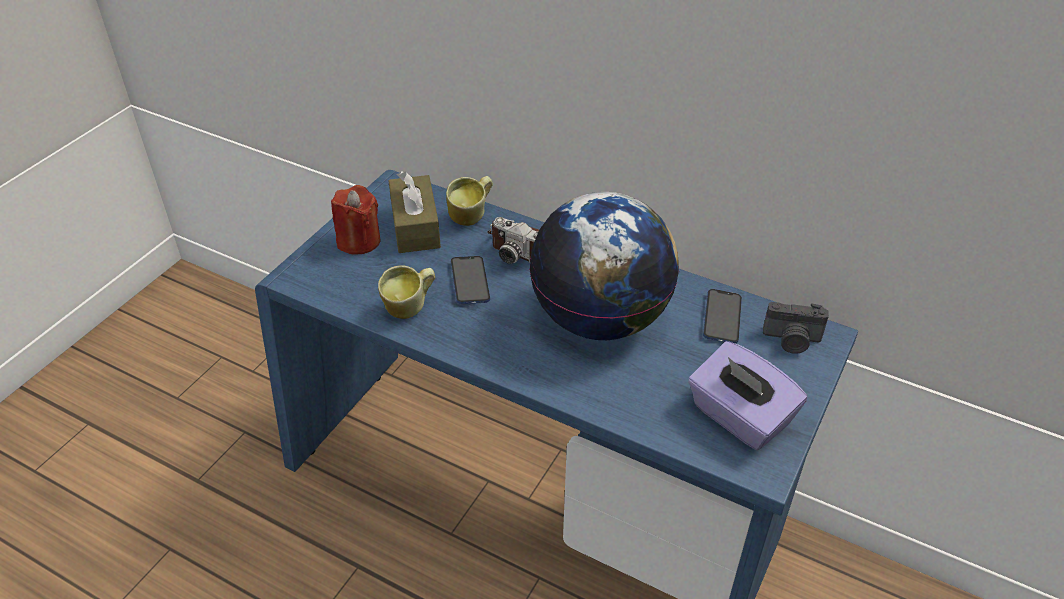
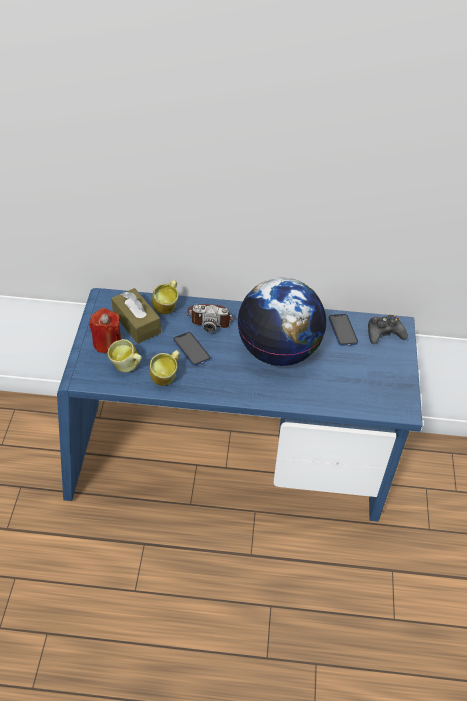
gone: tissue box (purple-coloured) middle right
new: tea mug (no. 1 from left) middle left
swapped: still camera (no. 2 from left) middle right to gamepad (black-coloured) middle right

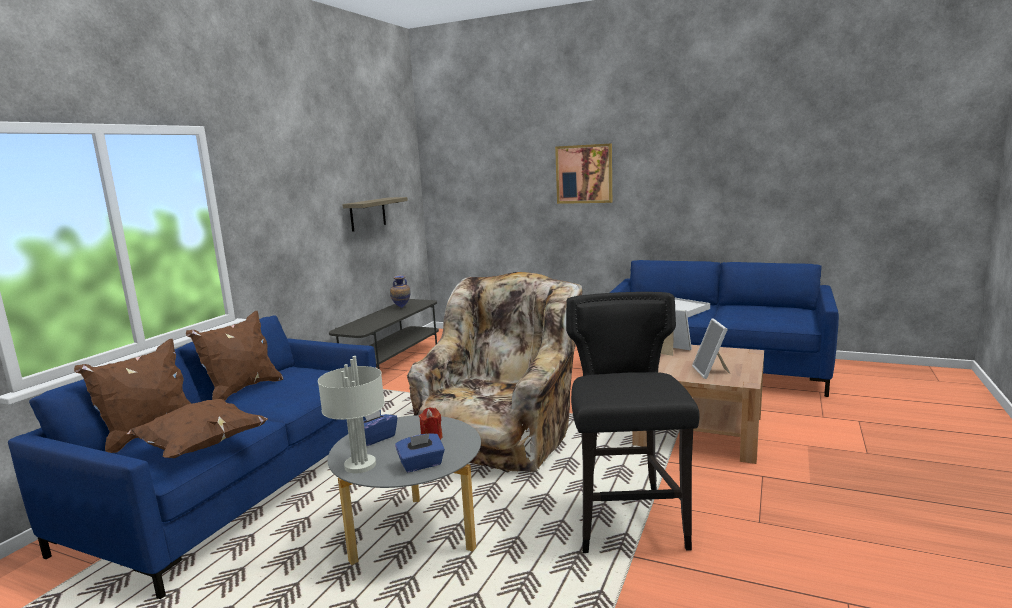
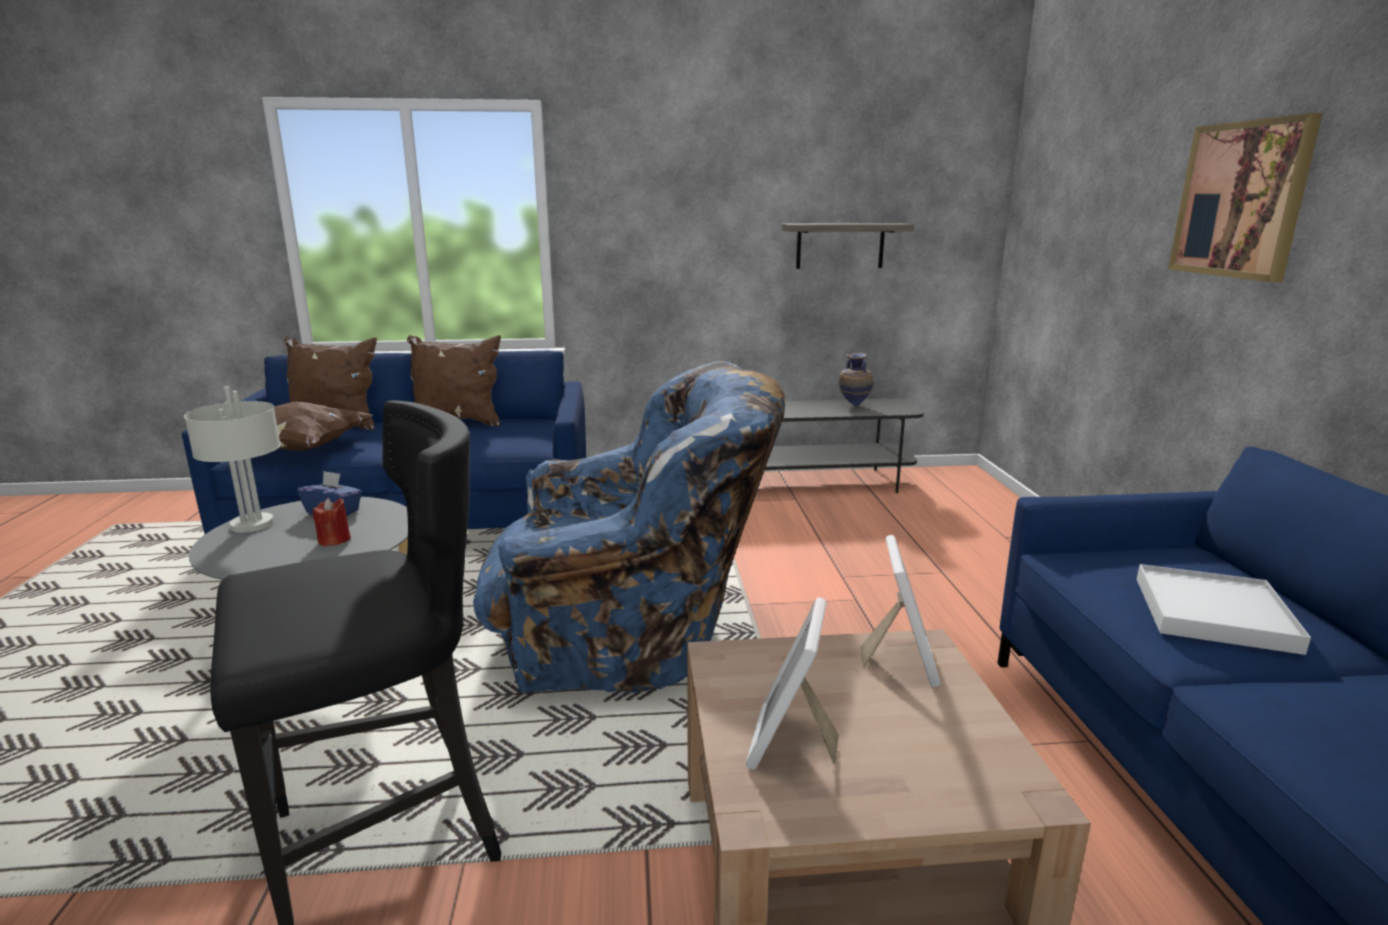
gone: tissue box (bluish) (no. 2 from left) bottom centre
repainted: lounge chair (beige-coloured) centre to lounge chair (bluish) centre
rotated: photo frame (no. 2 from left in the first image) middle right = bottom centre 45 degrees counterclockwise

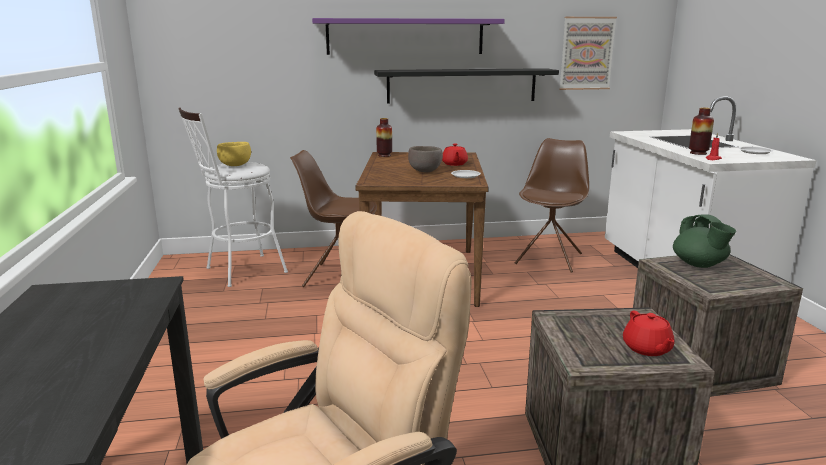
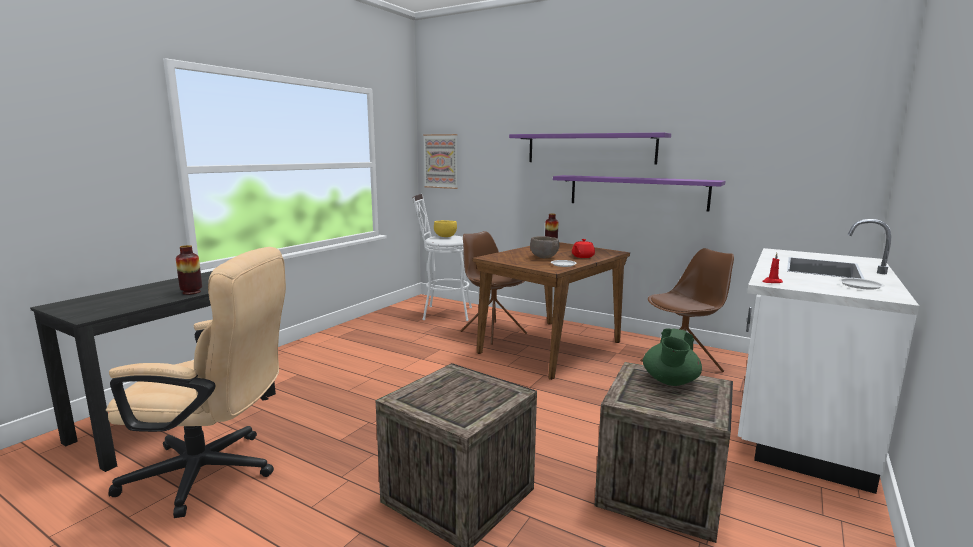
gone: tea pot (red-coloured) (no. 2 from left) bottom right
shifted: picture top right to top centre; decorative vase (no. 2 from left in the first image) top right to decorative vase (no. 1 from left) middle left
repainted: wall shelf (black-coloured) top centre to wall shelf (purple-coloured) (no. 2 from left) centre

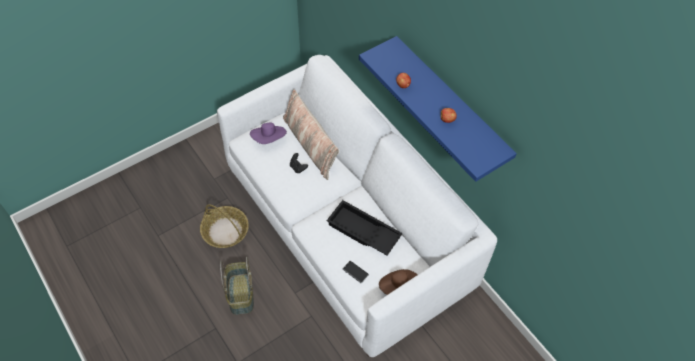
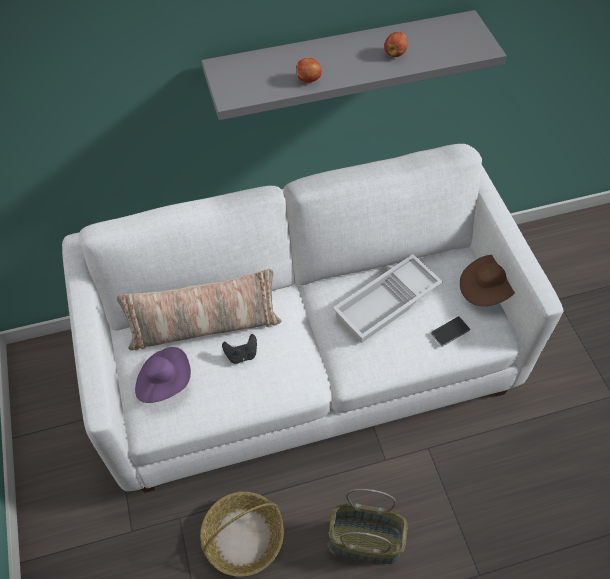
repainted: tray (black-coloured) centre to tray (white-coloured) centre; wall shelf (bluish) top centre to wall shelf (grey) top centre

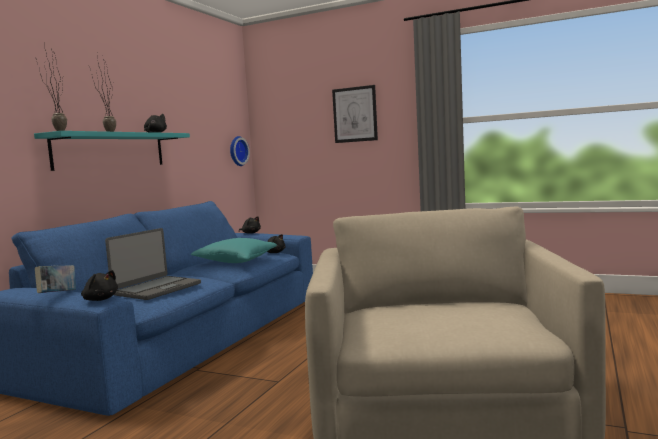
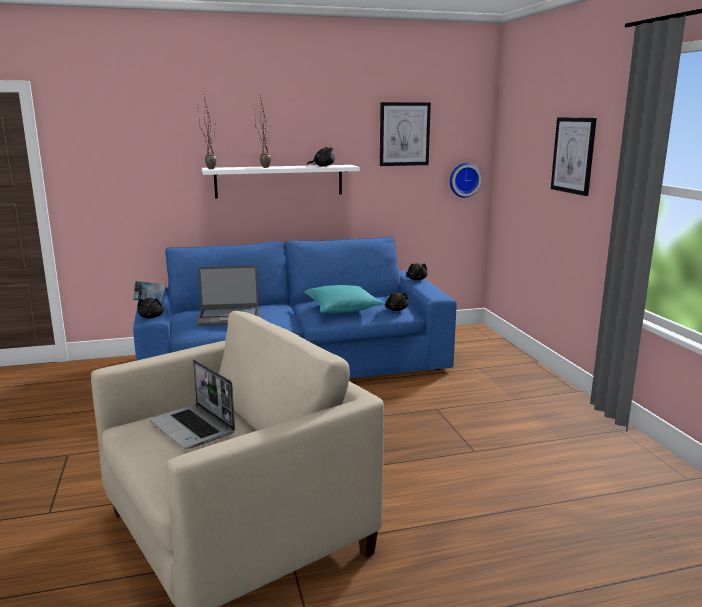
new: notebook computer (no. 1 from left) middle left; picture (no. 1 from left) top centre
repainted: wall shelf (turquoise) middle left to wall shelf (white-coloured) top centre

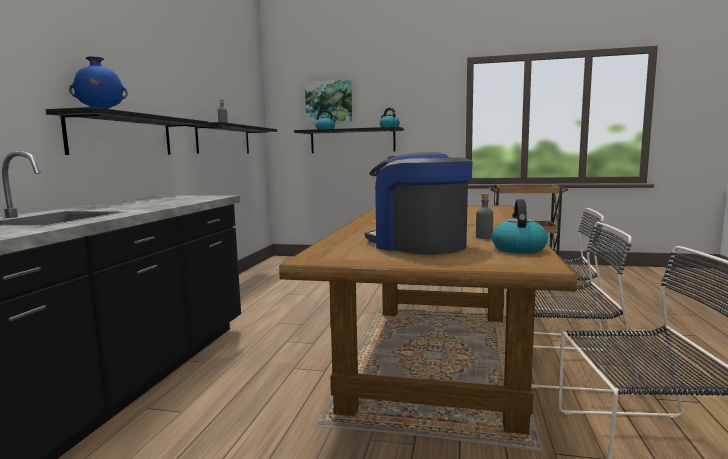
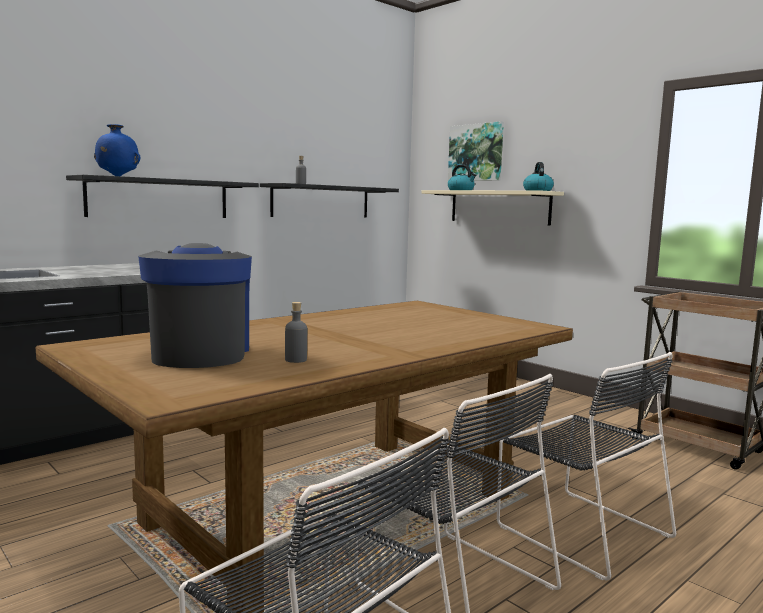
gone: water kettle (no. 3 from left) middle right
repainted: wall shelf (black-coloured) (no. 3 from left) top centre to wall shelf (beige-coloured) centre

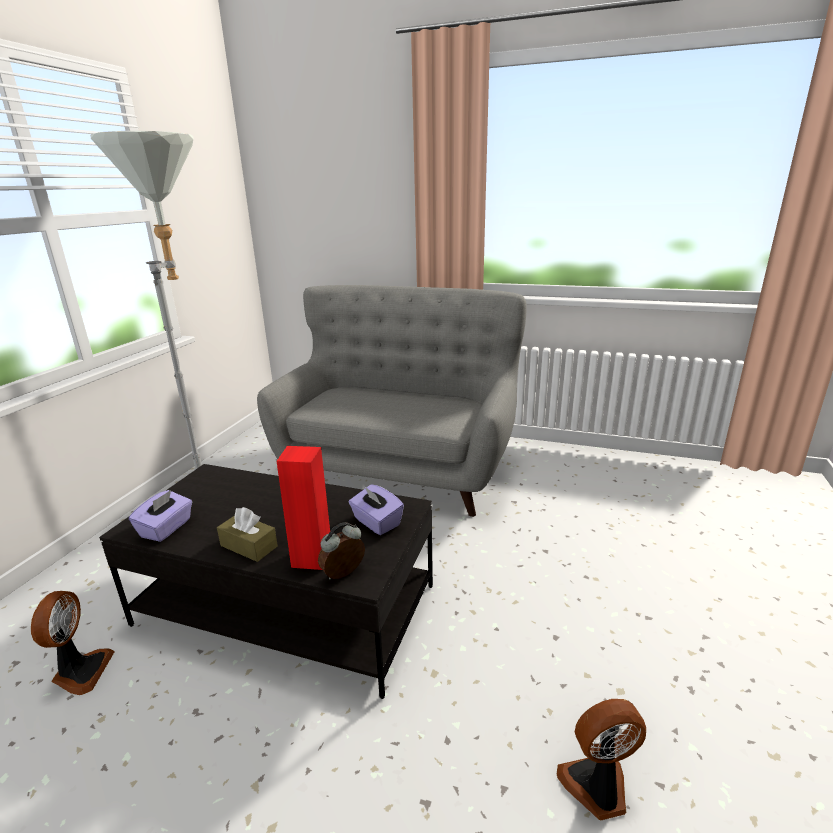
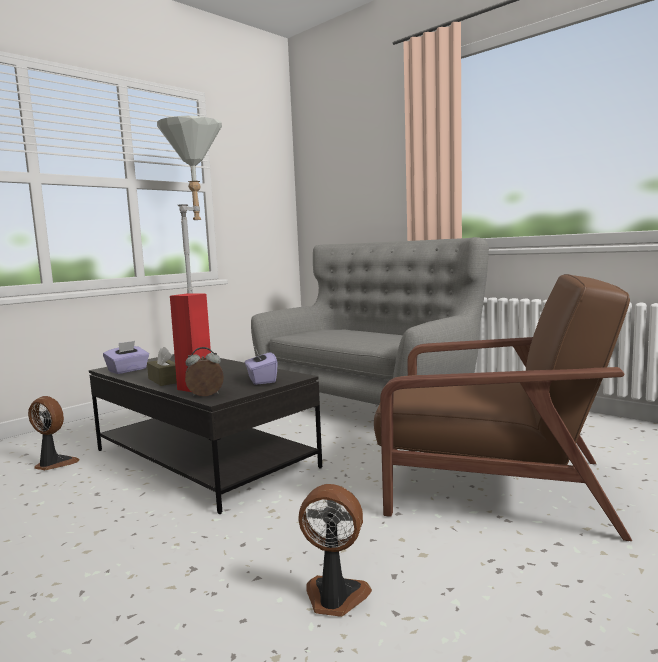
new: lounge chair (brownish) middle right
rotated: fan (no. 1 from left) bottom left = middle left 90 degrees counterclockwise

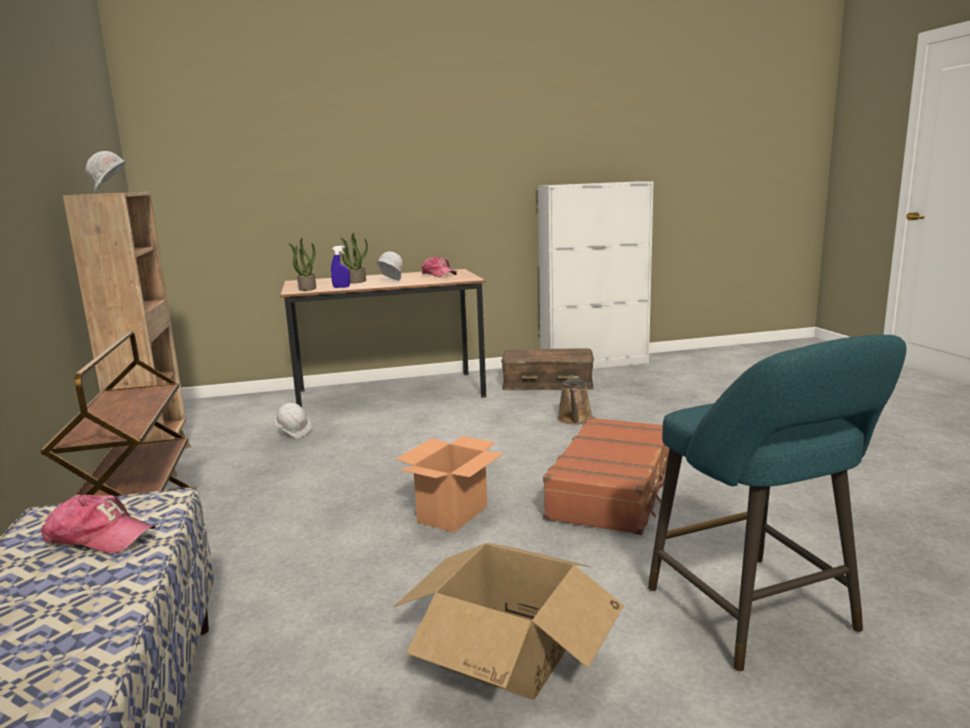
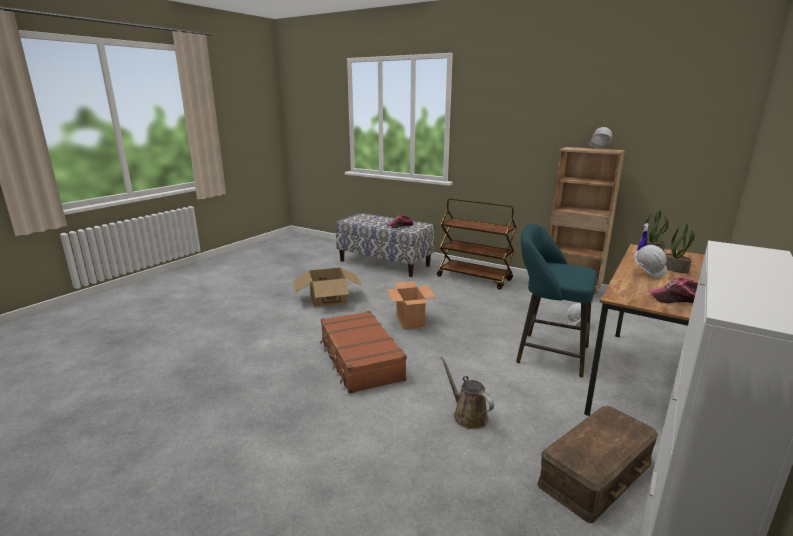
shifted: sitting stool (turquoise) bottom right to middle right

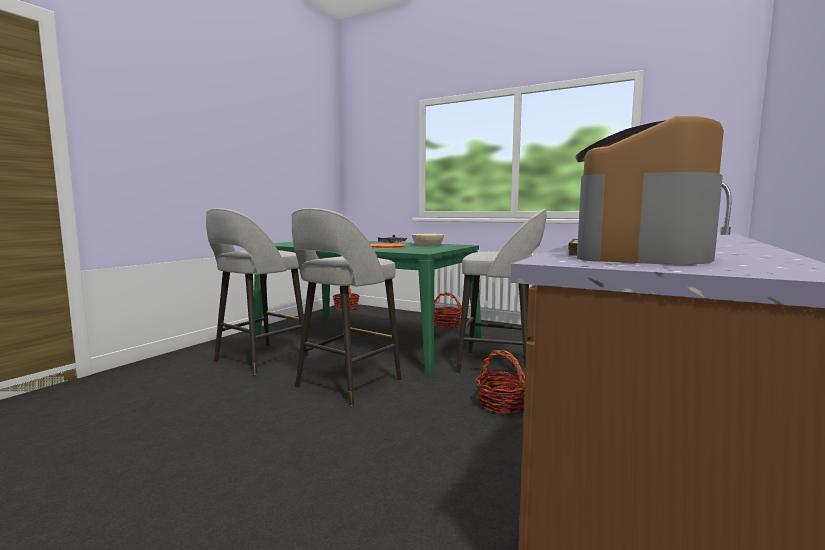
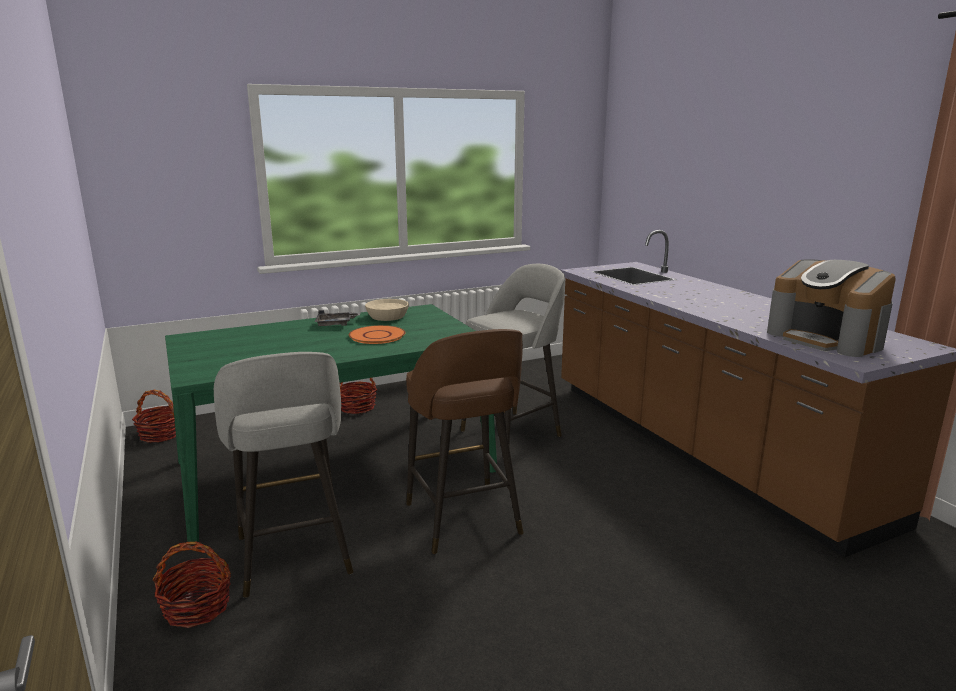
shifted: household basket (no. 3 from left in the first image) bottom centre to household basket (no. 2 from left) bottom left
repainted: sitting stool (grey) (no. 2 from left) centre to sitting stool (brownish) centre

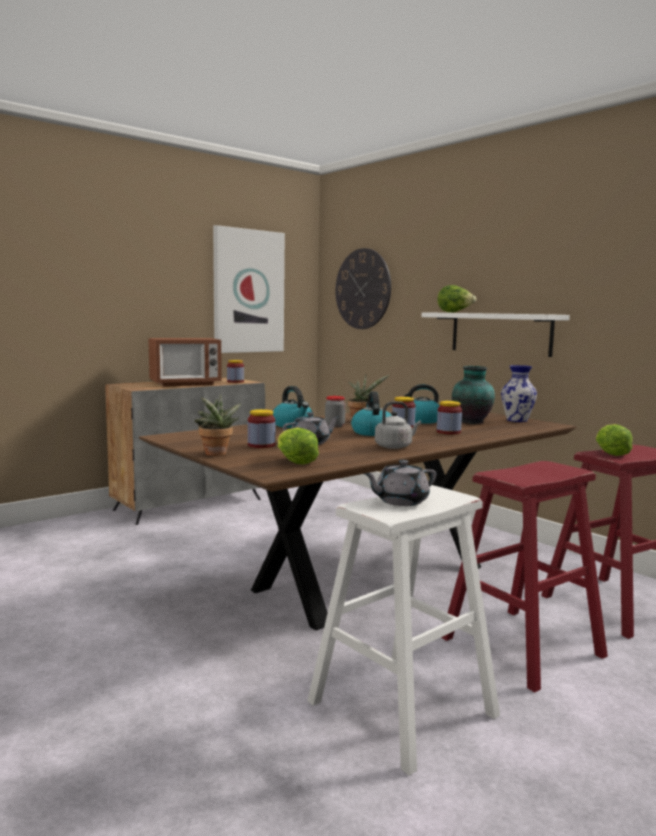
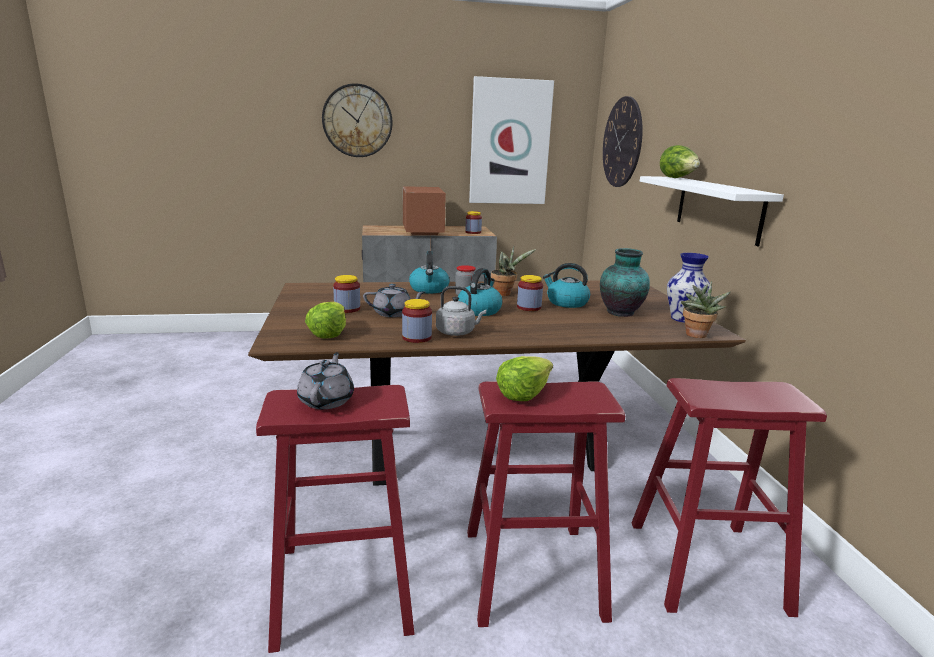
new: wall clock (no. 1 from left) top centre
shifted: houseplant (no. 1 from left in the first image) middle left to houseplant (no. 2 from left) middle right; jar (no. 5 from left in the first image) middle right to jar (no. 2 from left) centre; lettuce head (no. 3 from left in the first image) middle right to lettuce head (no. 2 from left) centre
repainted: sitting stool (white-coloured) bottom centre to sitting stool (red-coloured) (no. 1 from left) bottom centre
rotated: microwave oven middle left = top centre 105 degrees counterclockwise; tea pot (grey) (no. 2 from left in the first image) centre = centre 90 degrees clockwise

